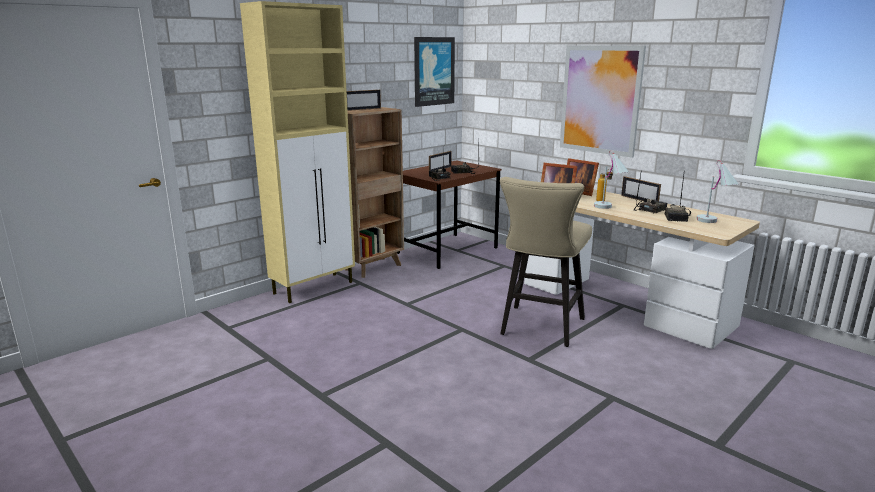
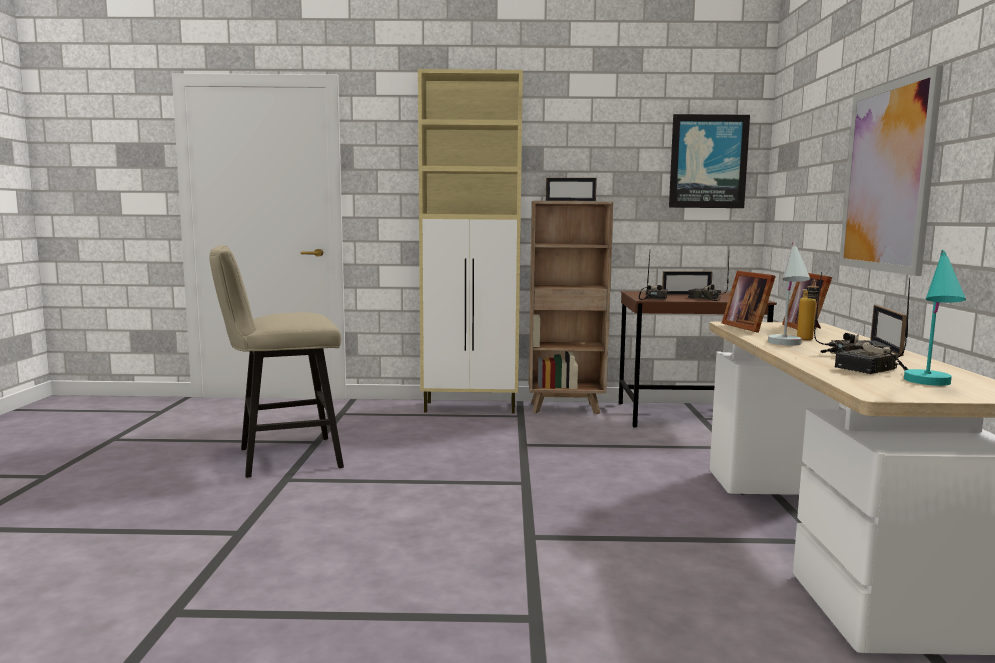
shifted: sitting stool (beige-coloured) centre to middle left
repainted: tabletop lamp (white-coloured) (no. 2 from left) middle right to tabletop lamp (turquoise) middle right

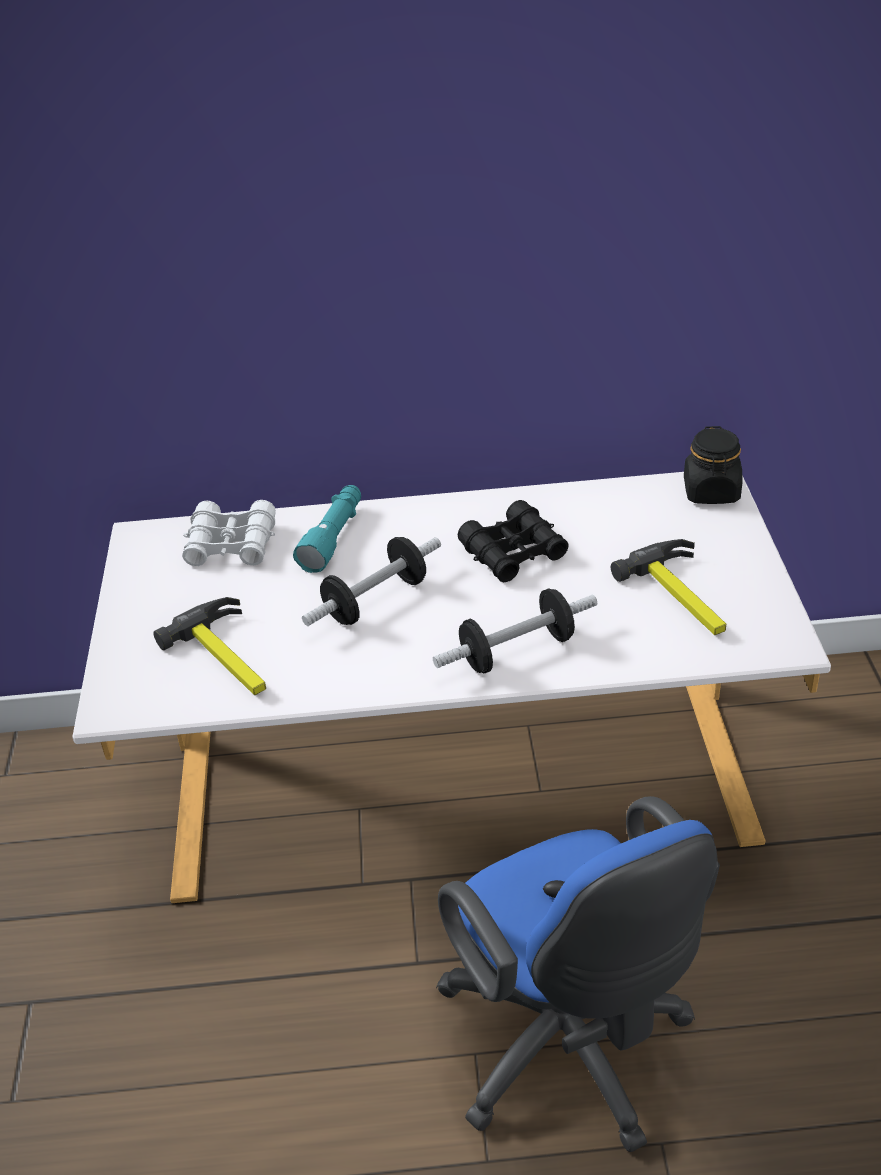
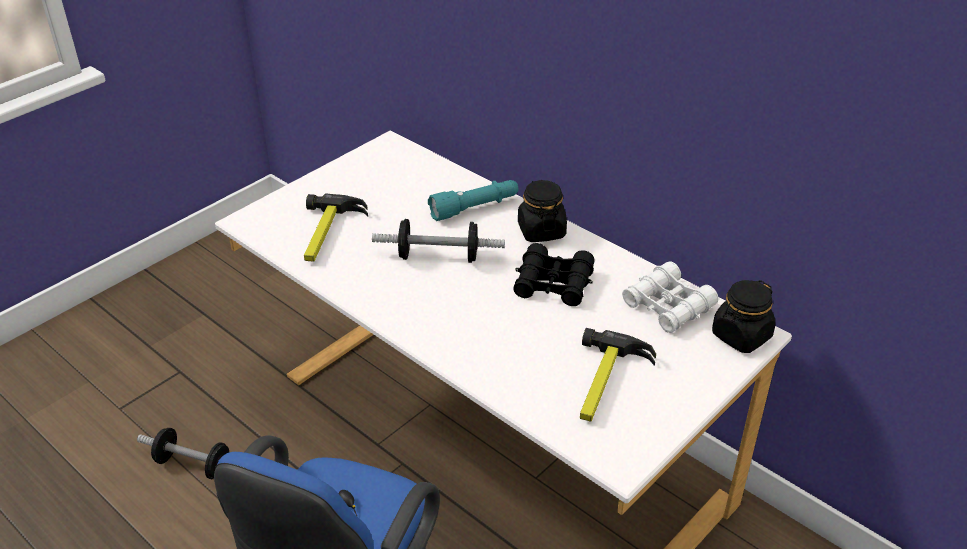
new: jar (black-coloured) (no. 1 from left) centre
shifted: field glasses (white-coloured) middle left to middle right; dumbbell (no. 2 from left in the first image) centre to dumbbell (no. 1 from left) bottom left

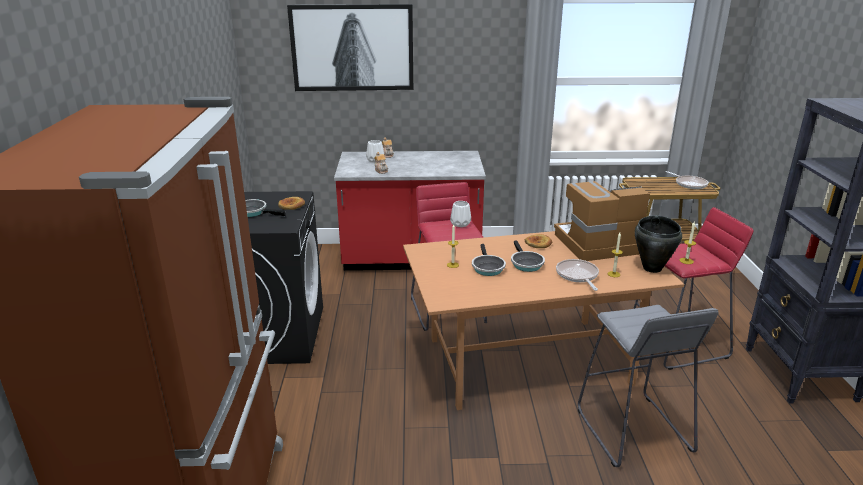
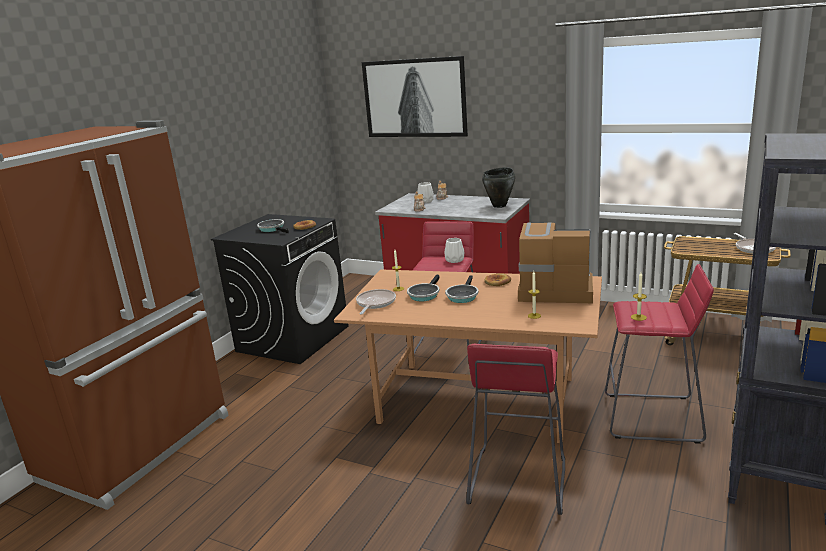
shifted: frying pan (no. 4 from left in the first image) middle right to frying pan (no. 2 from left) centre; stockpot (black-coloured) middle right to centre
repainted: sitting stool (grey) bottom right to sitting stool (red-coloured) (no. 2 from left) bottom centre

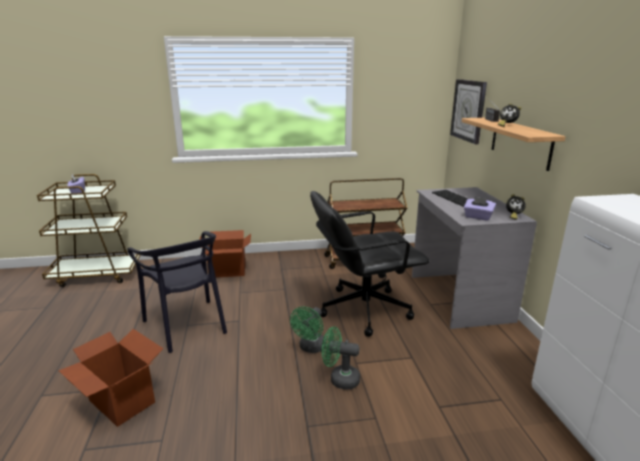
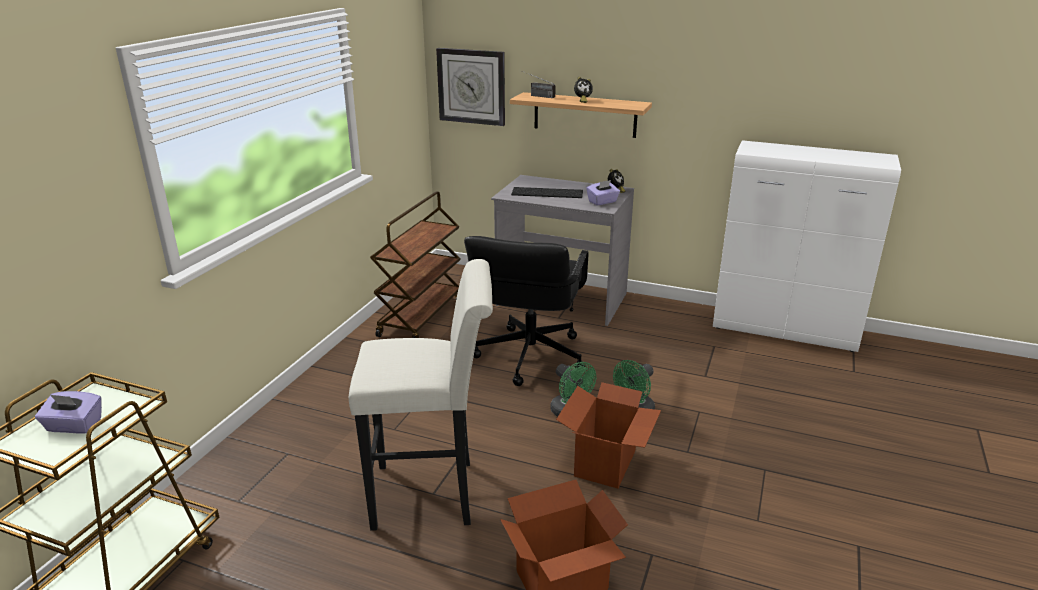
shifted: packing box (no. 2 from left) centre to bottom centre
swapped: upright chair (black-coloured) middle left to sitting stool (white-coloured) bottom centre

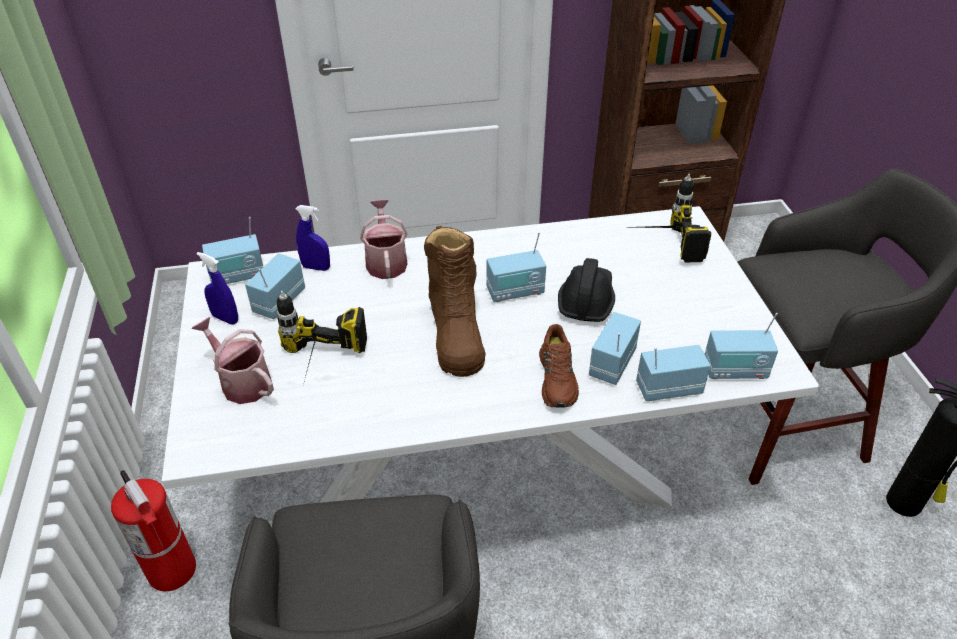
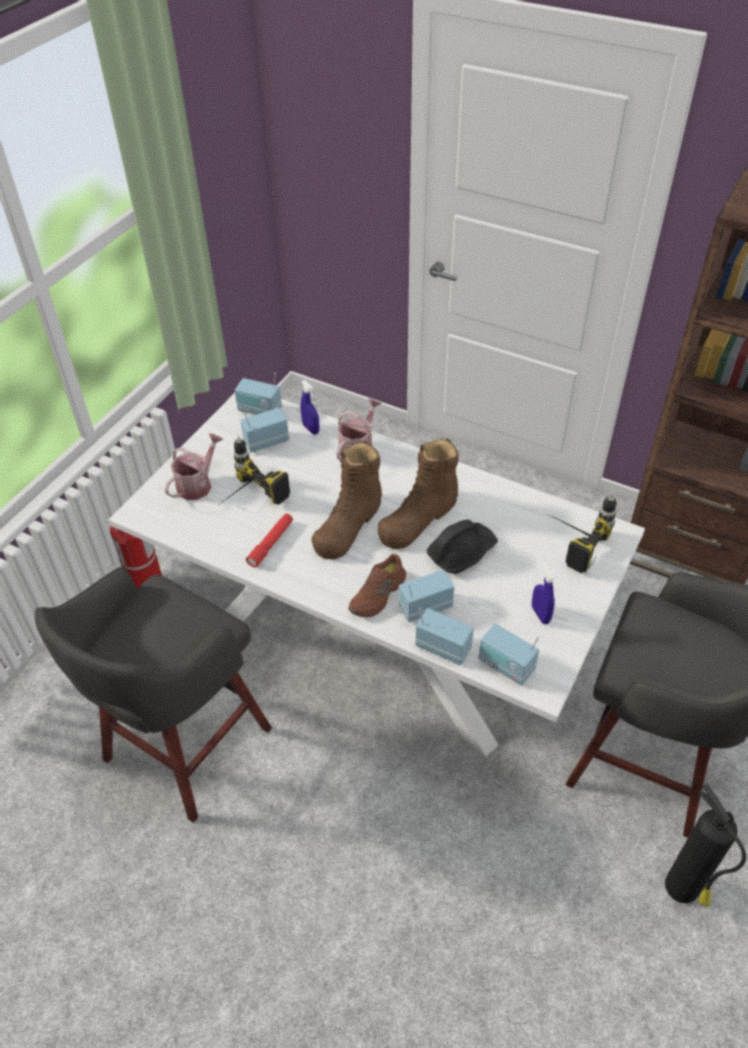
new: flashlight (red-coloured) centre
shifted: hand sprayer (bluish) (no. 1 from left in the first image) middle left to hand sprayer (bluish) (no. 2 from left) middle right
swapped: radio set (no. 3 from left) centre to tall boot (brownish) (no. 2 from left) centre
rotated: watering can (no. 1 from left) middle left = middle left 45 degrees clockwise

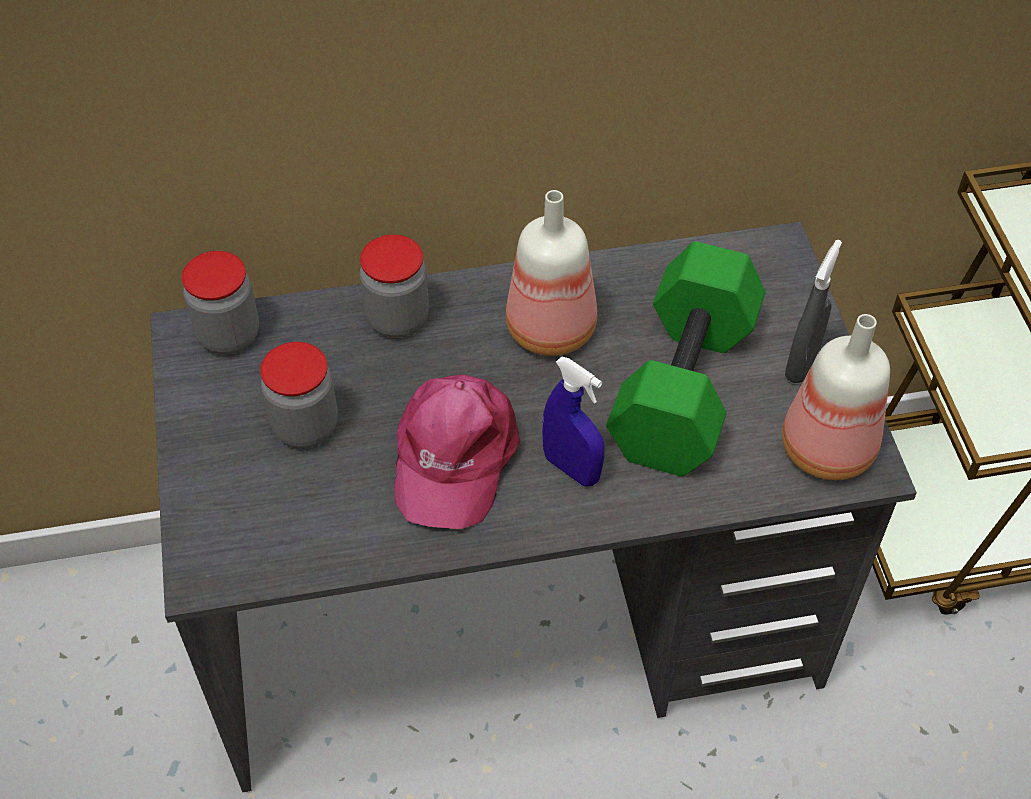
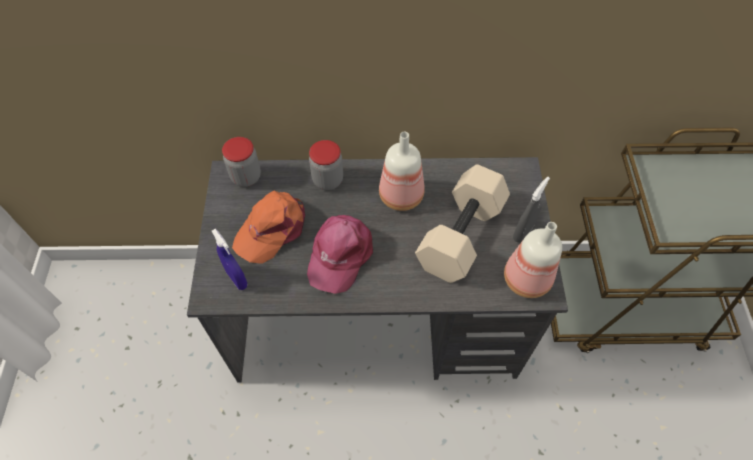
shifted: hand sprayer (bluish) centre to middle left
swapped: jar (no. 2 from left) middle left to peaked cap (orange) centre
repainted: dumbbell (green) centre to dumbbell (beige-coloured) centre

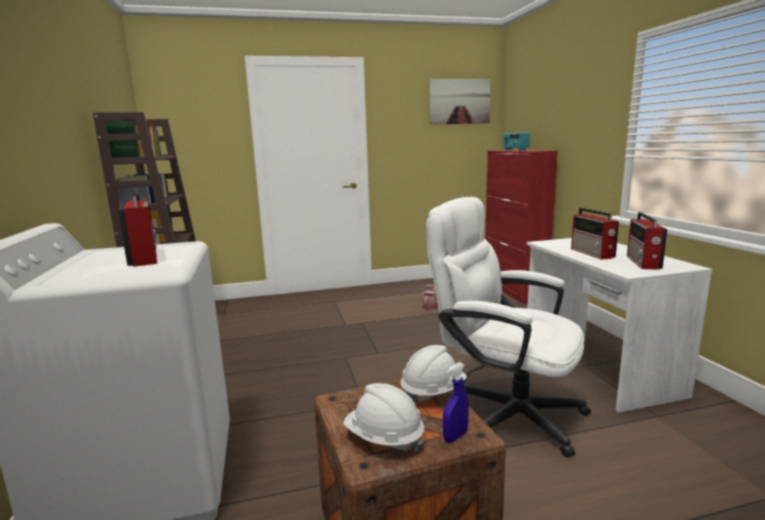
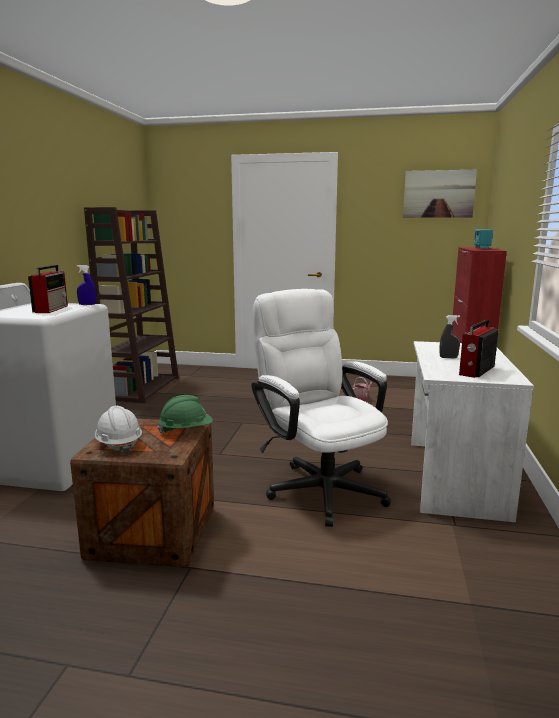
shifted: hand sprayer (bluish) bottom centre to middle left
swapped: radio set (no. 3 from left) middle right to hand sprayer (grey) middle right
repainted: safety helmet (white-coloured) (no. 2 from left) bottom centre to safety helmet (green) middle left

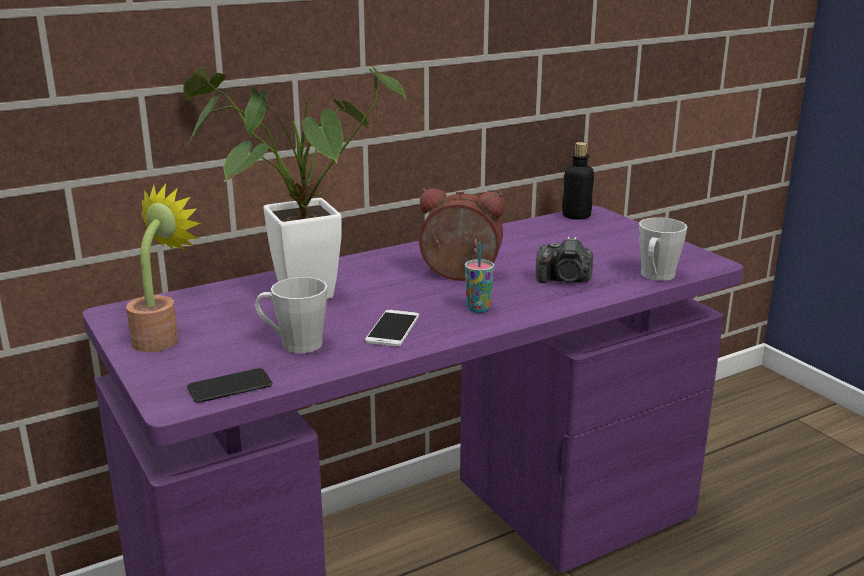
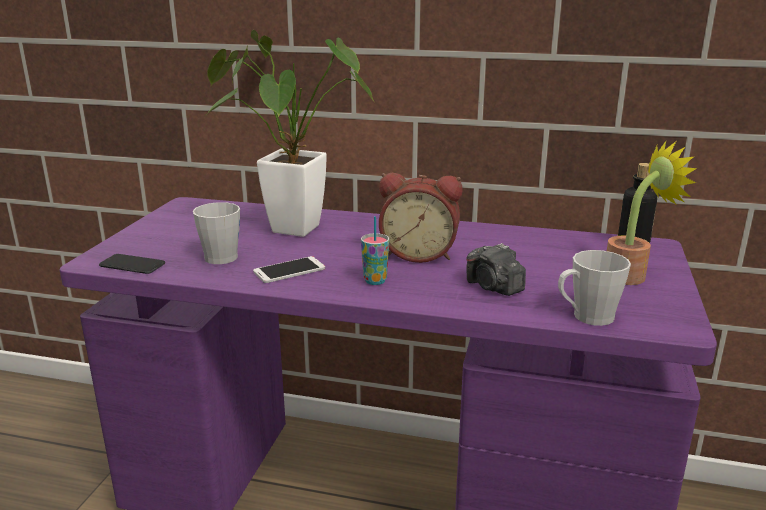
shifted: houseplant (no. 1 from left in the first image) middle left to houseplant (no. 2 from left) middle right
rotated: bedside clock centre = centre 135 degrees clockwise

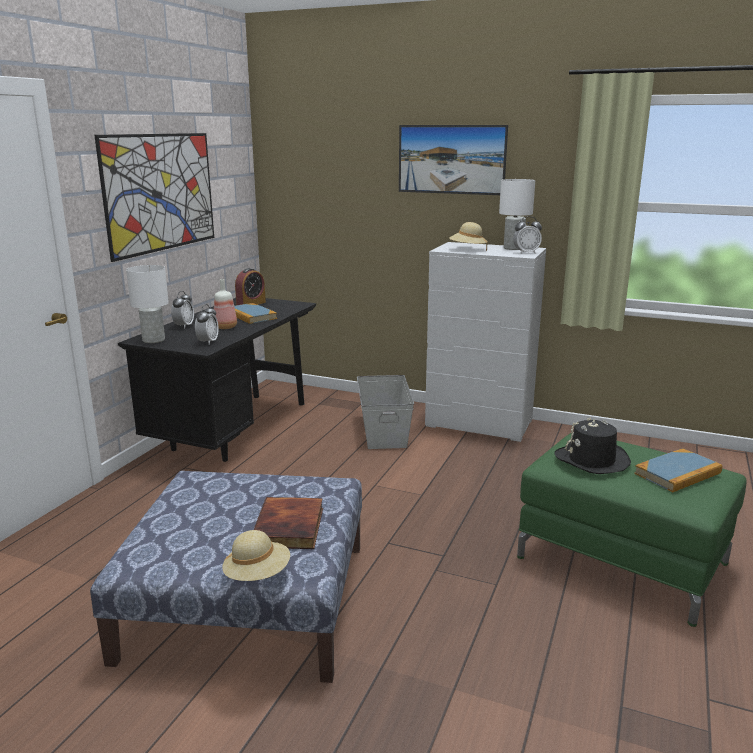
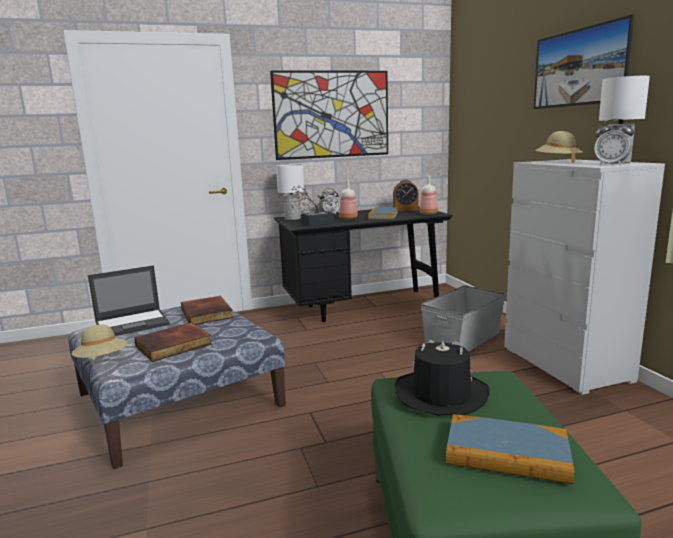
new: notebook computer middle left; bound book (no. 2 from left) middle left; drink bottle (no. 2 from left) centre
swapped: bedside clock (no. 2 from left) middle left to houseplant centre

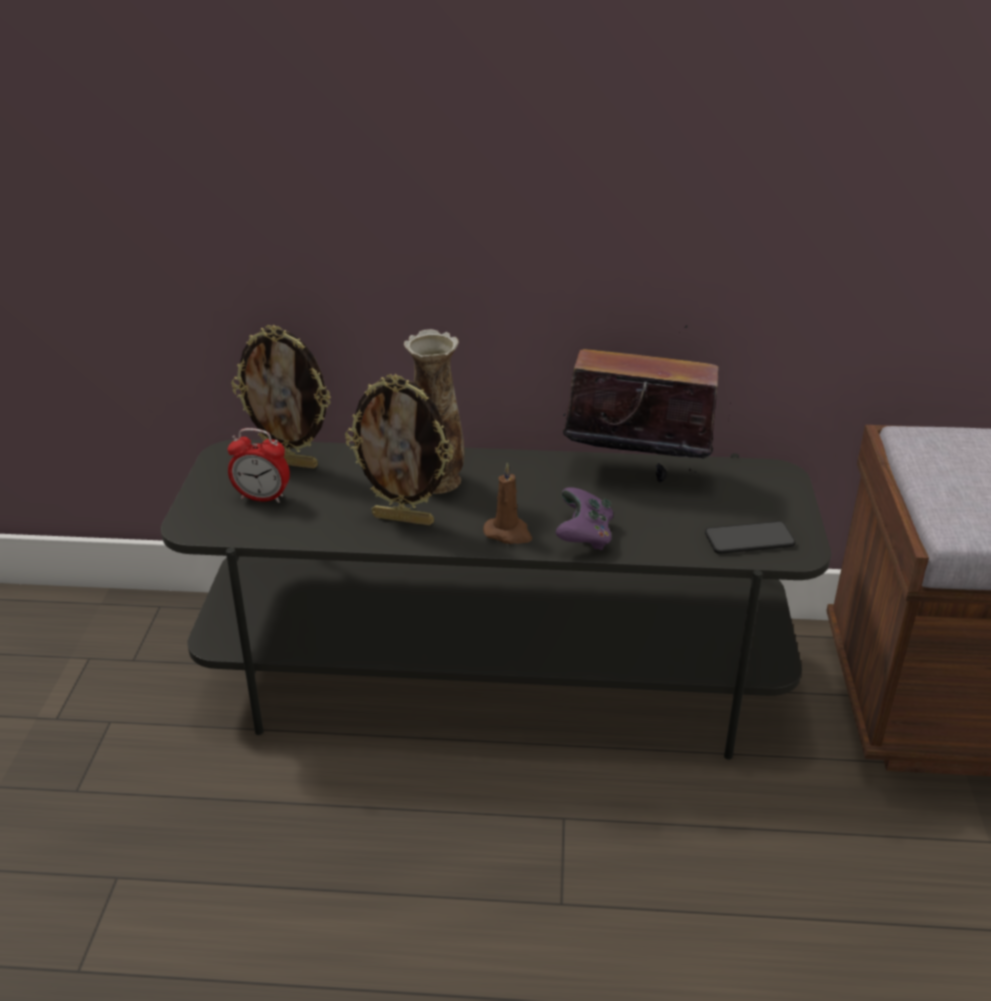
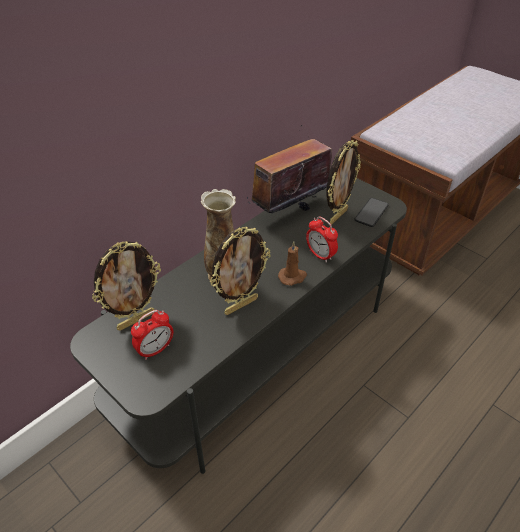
new: photo frame (no. 3 from left) centre
swapped: gamepad (purple-coloured) centre to bedside clock (no. 2 from left) centre

